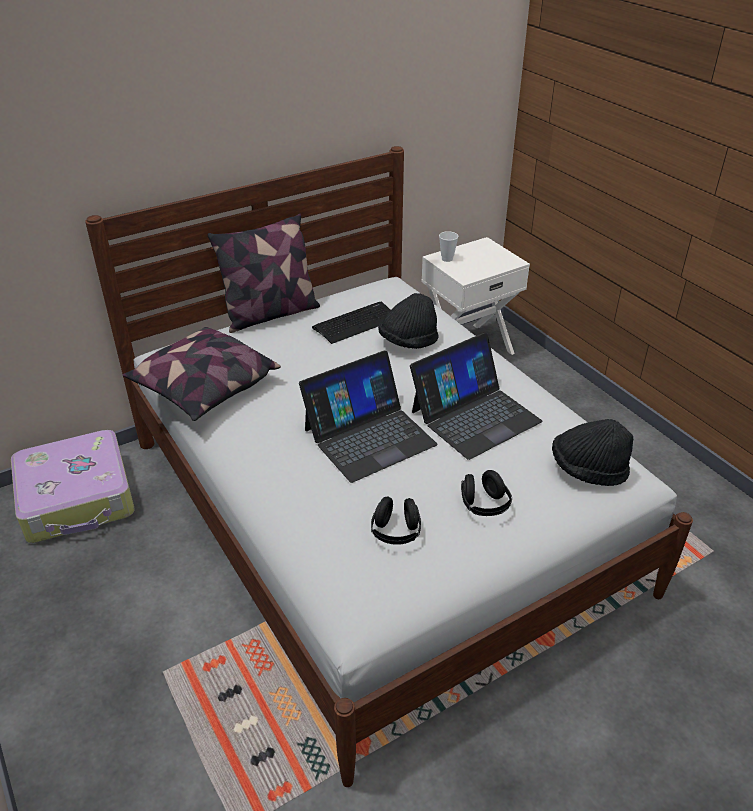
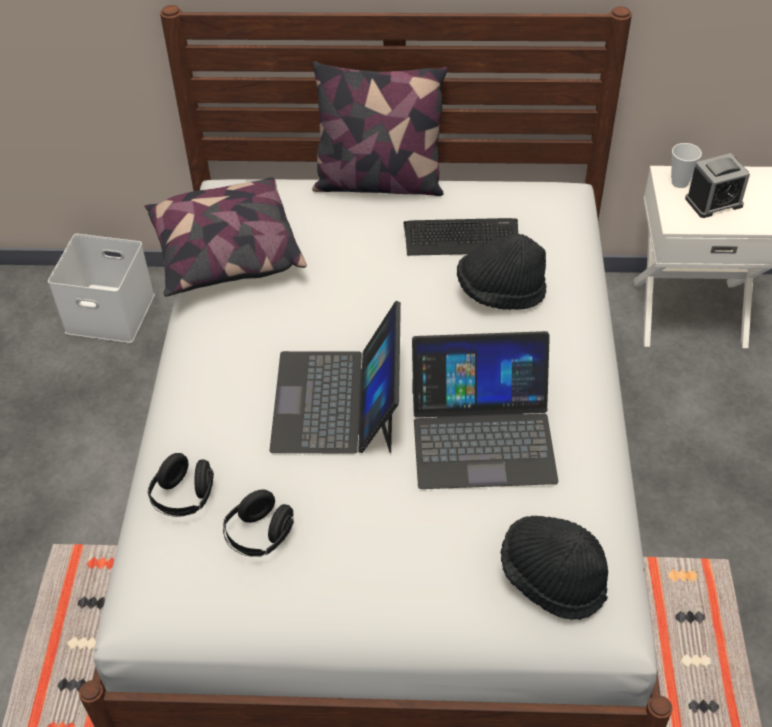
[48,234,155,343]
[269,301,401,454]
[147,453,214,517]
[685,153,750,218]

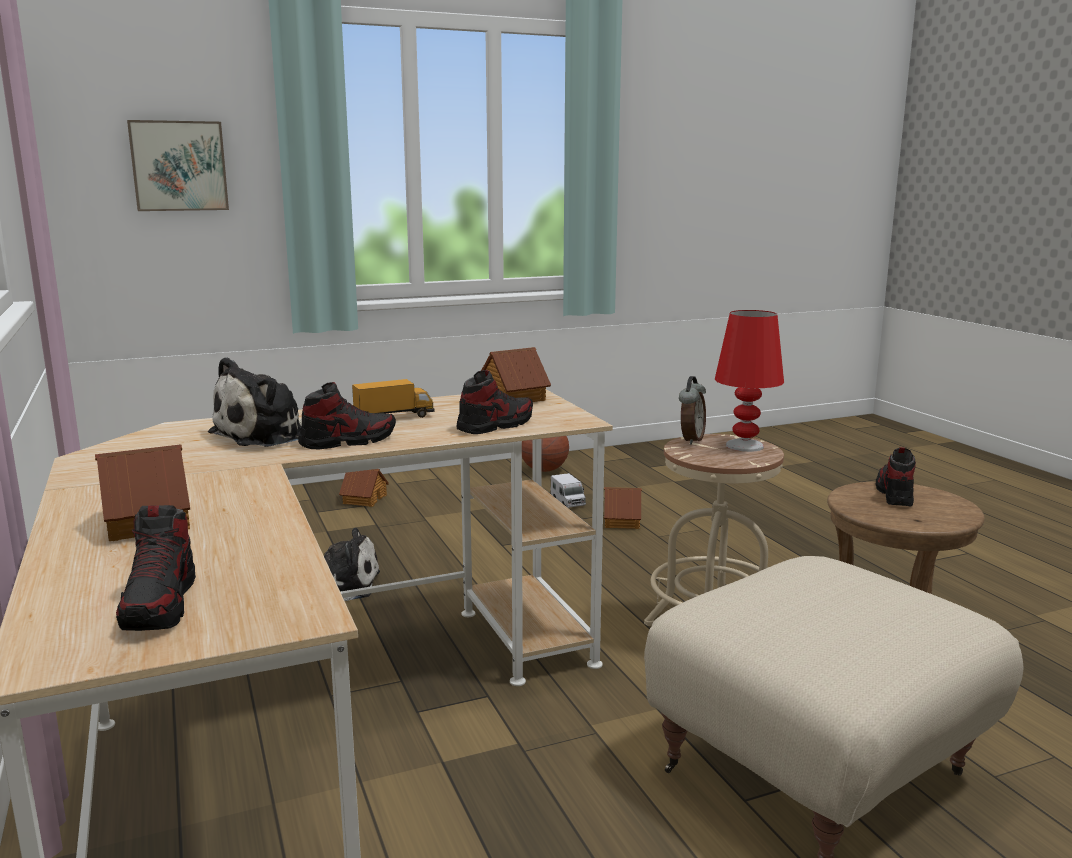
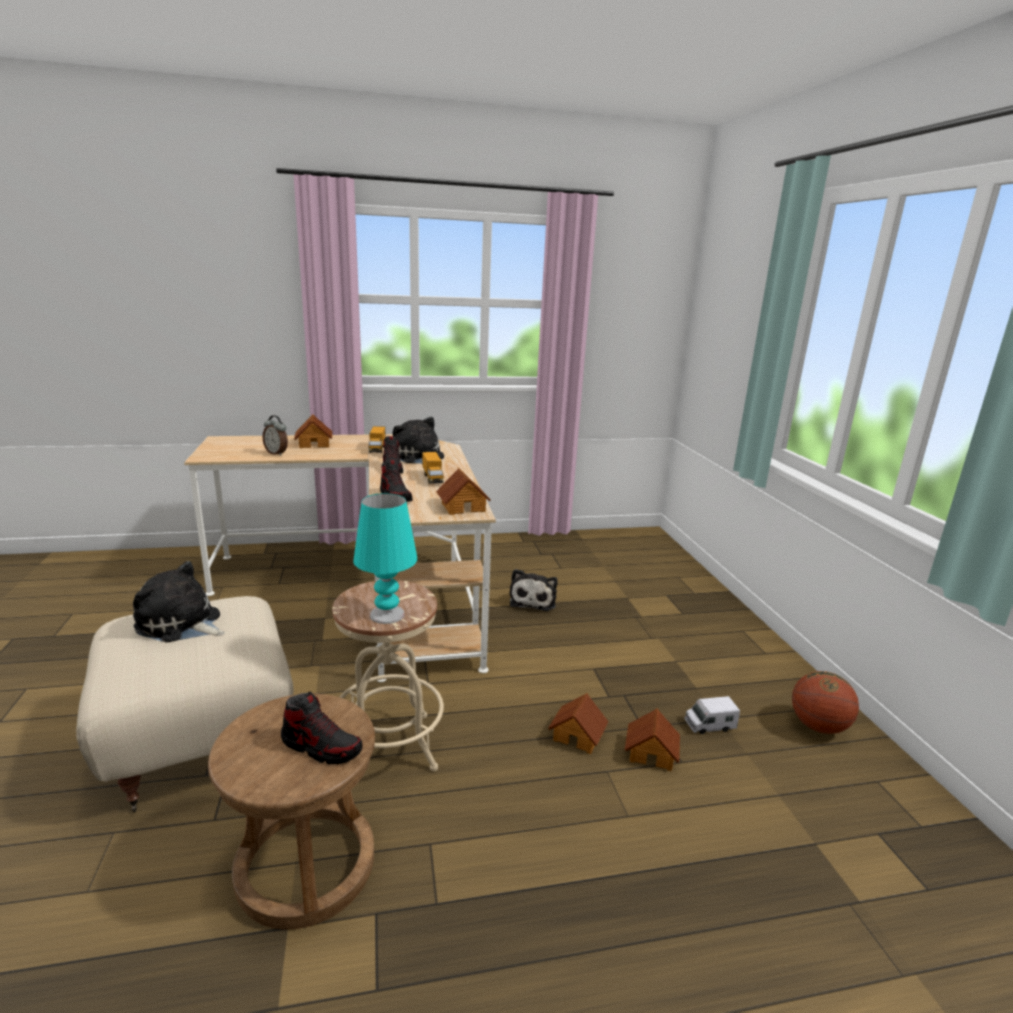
[116,505,196,631] (first image)
[127,120,229,211] (first image)
[548,693,609,754]
[263,415,288,456]
[353,493,417,624]
[133,561,225,642]
[369,426,385,453]

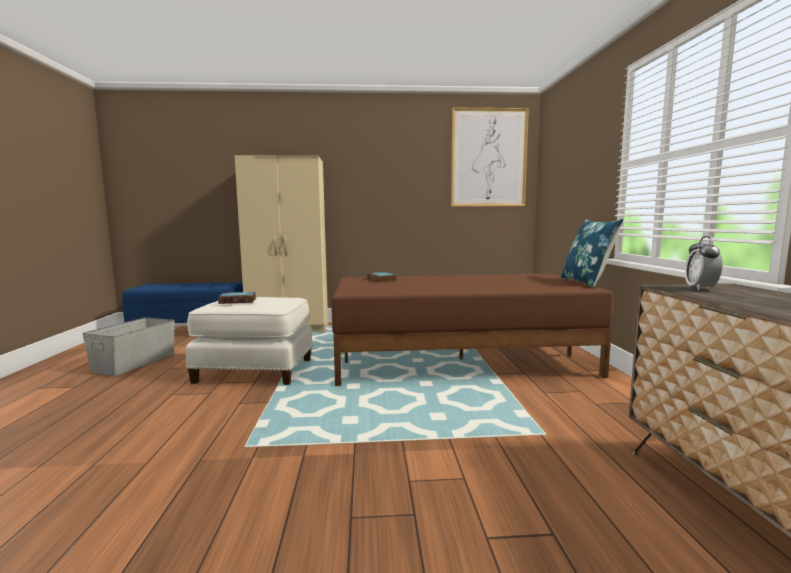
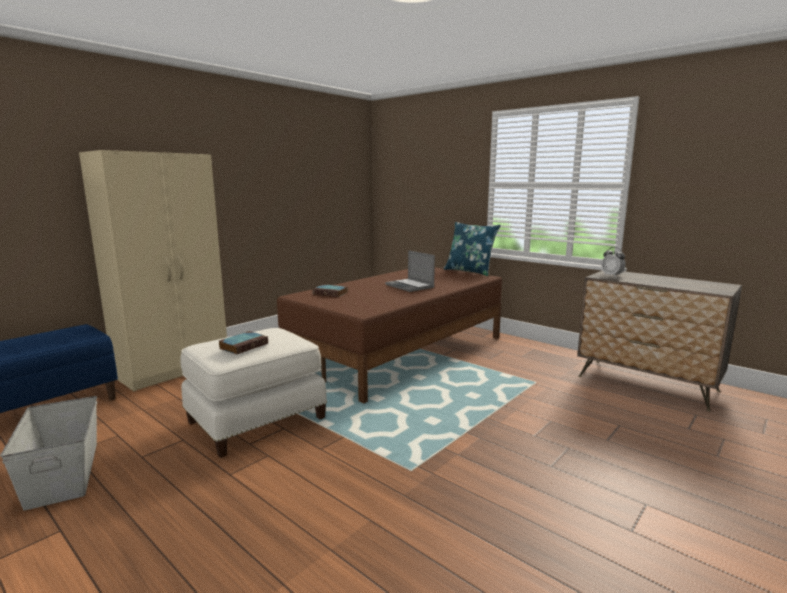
[451,107,529,207] (first image)
[385,250,435,292]

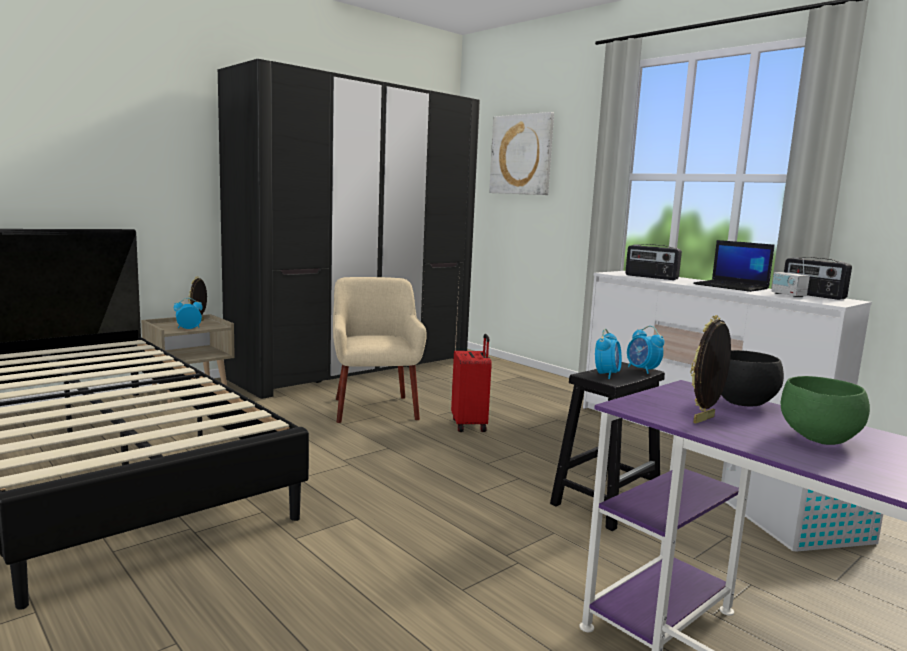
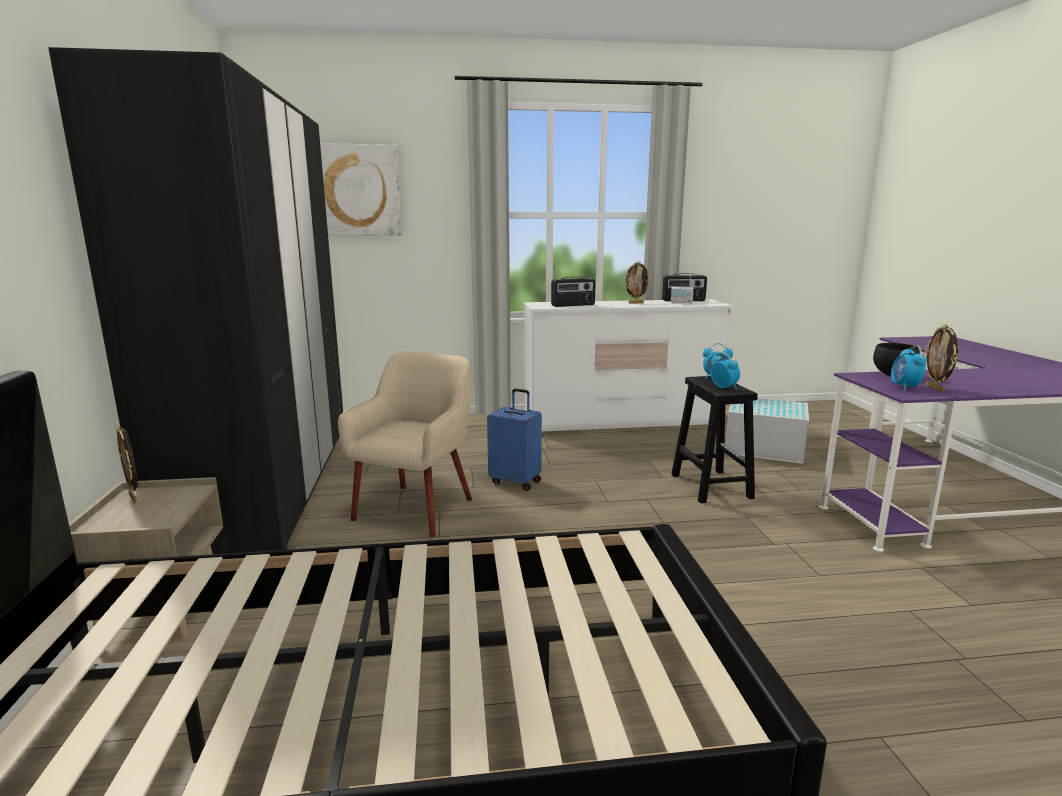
[891,345,927,391]
[338,352,472,538]
[487,388,542,491]
[624,261,651,304]
[781,376,870,445] (first image)

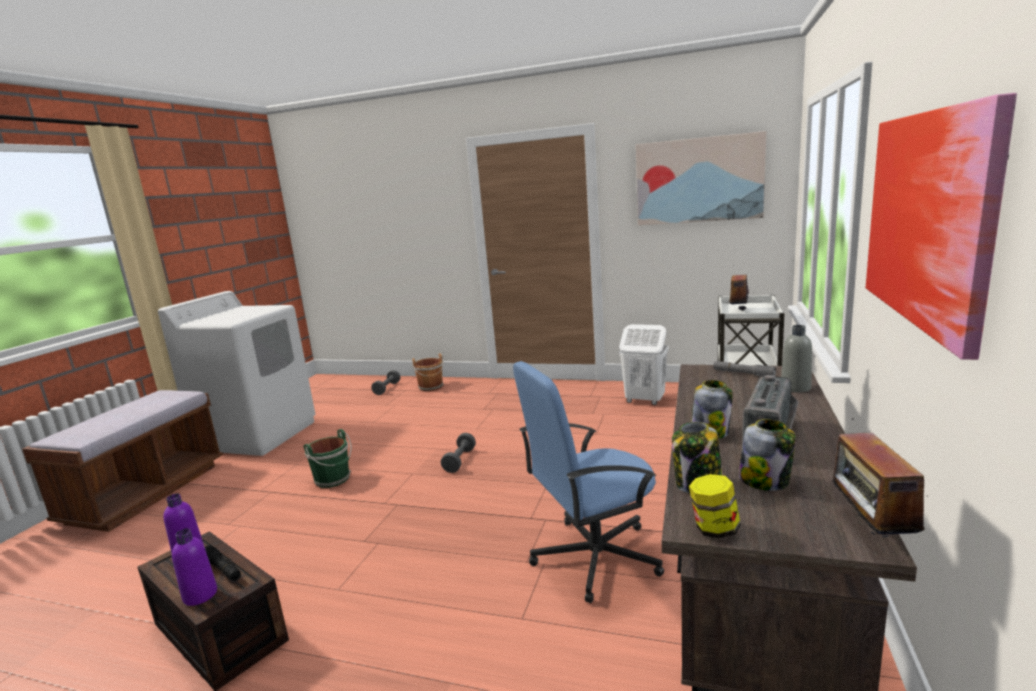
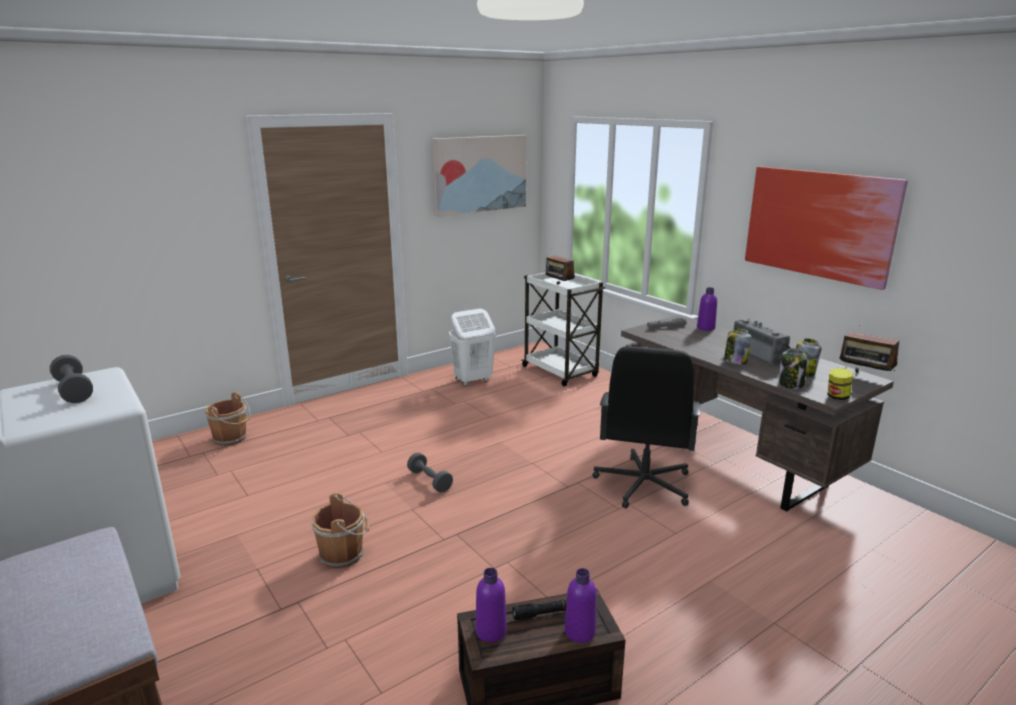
[311,493,370,569]
[50,355,93,403]
[592,346,700,509]
[697,287,717,331]

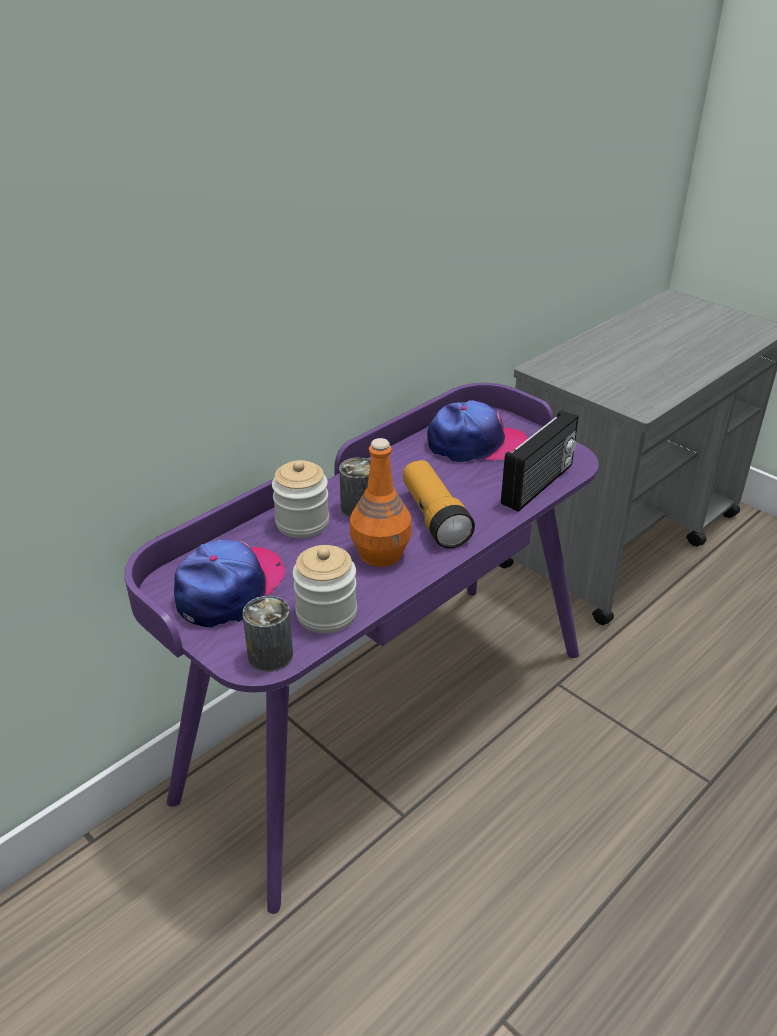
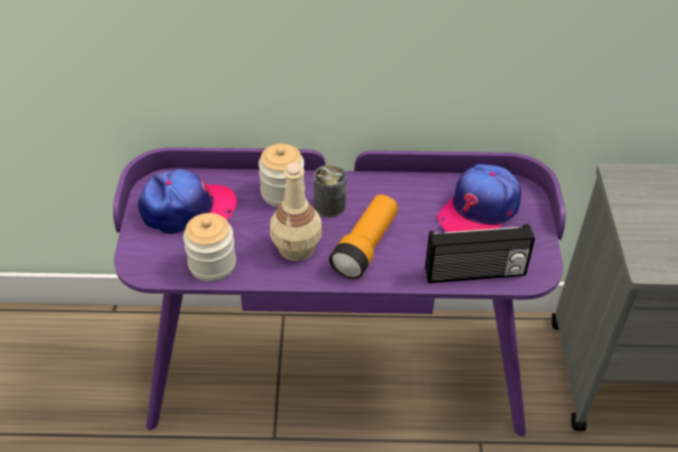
[242,596,293,672] (first image)
[270,163,322,261]
[438,164,521,232]

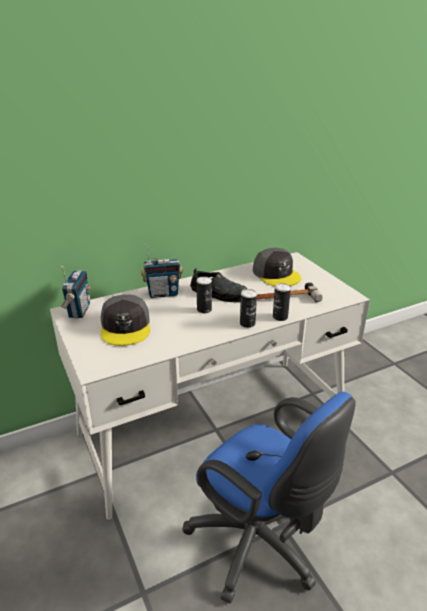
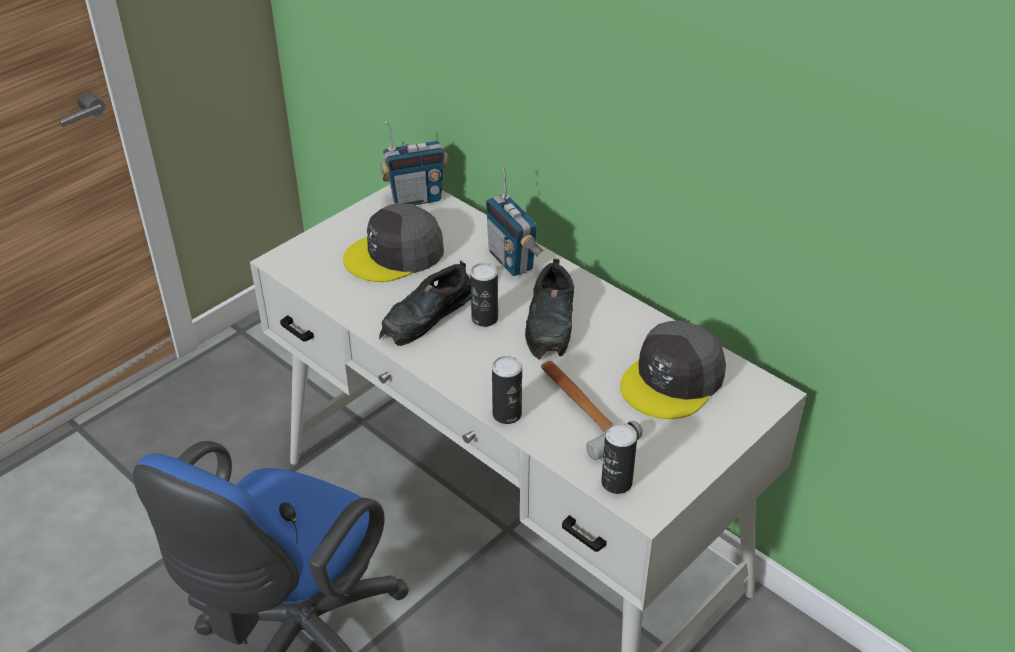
[601,423,637,494]
[379,260,471,346]

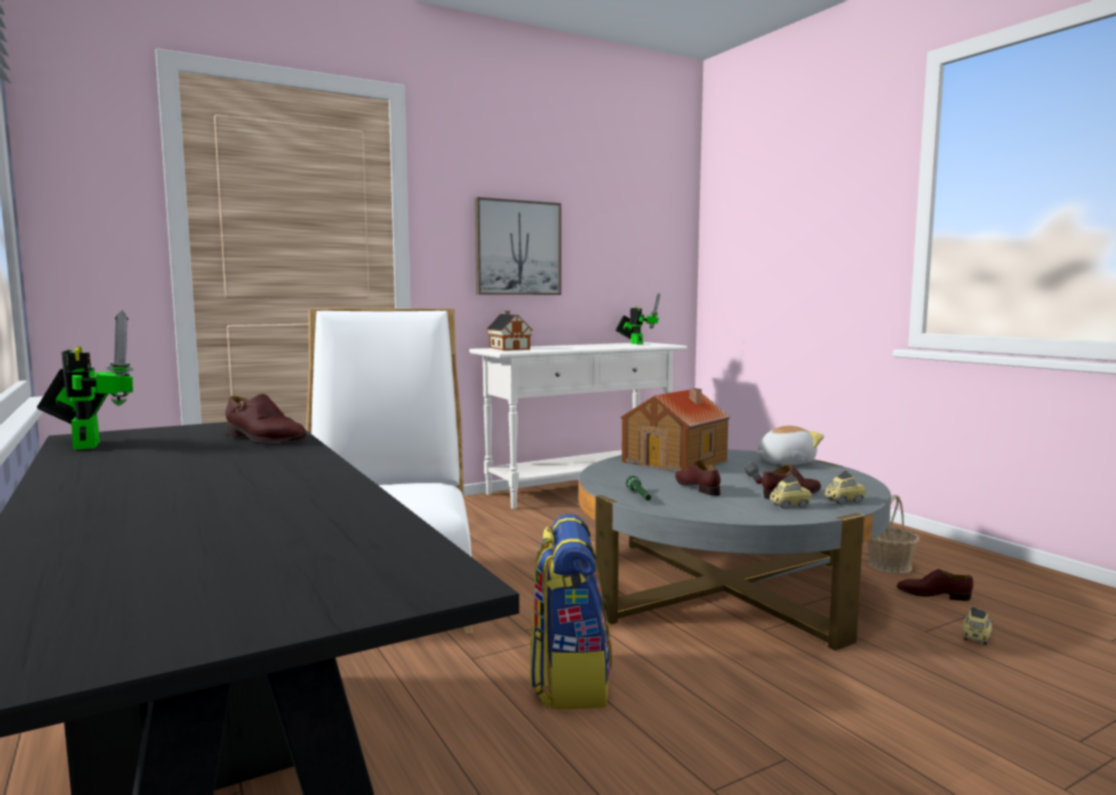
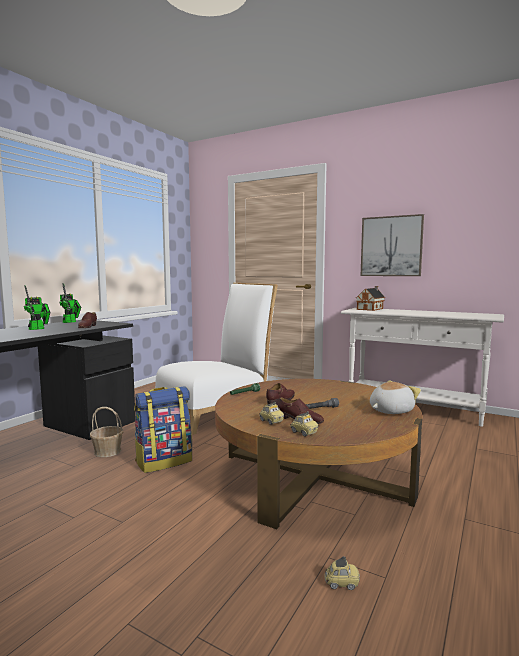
[215,379,422,529]
[24,285,50,330]
[621,388,731,472] (first image)
[370,380,421,414]
[90,407,123,457]
[897,569,973,601] (first image)

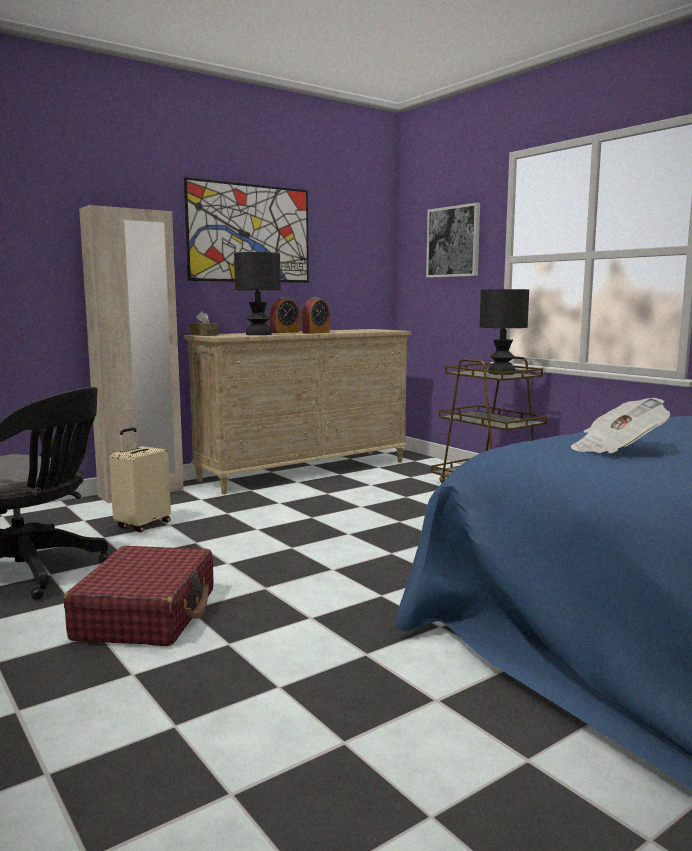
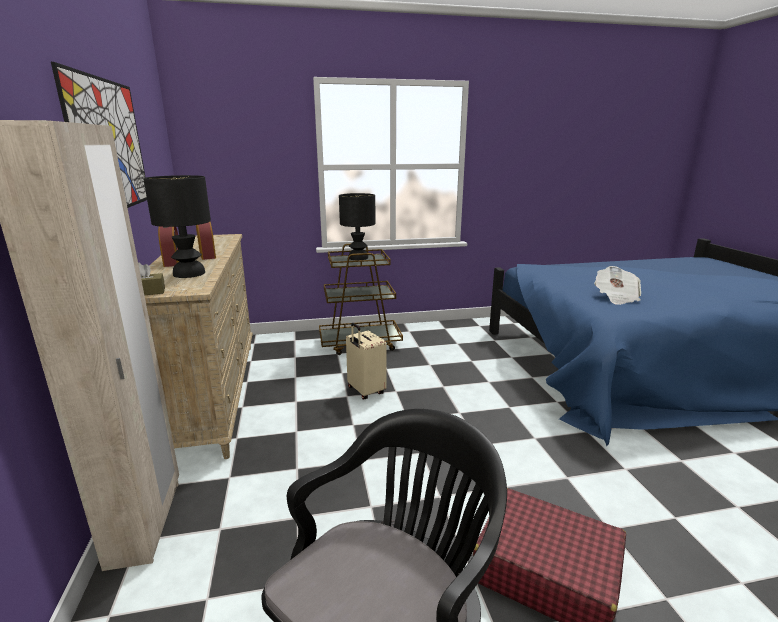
[346,323,386,399]
[426,203,480,278] (first image)

